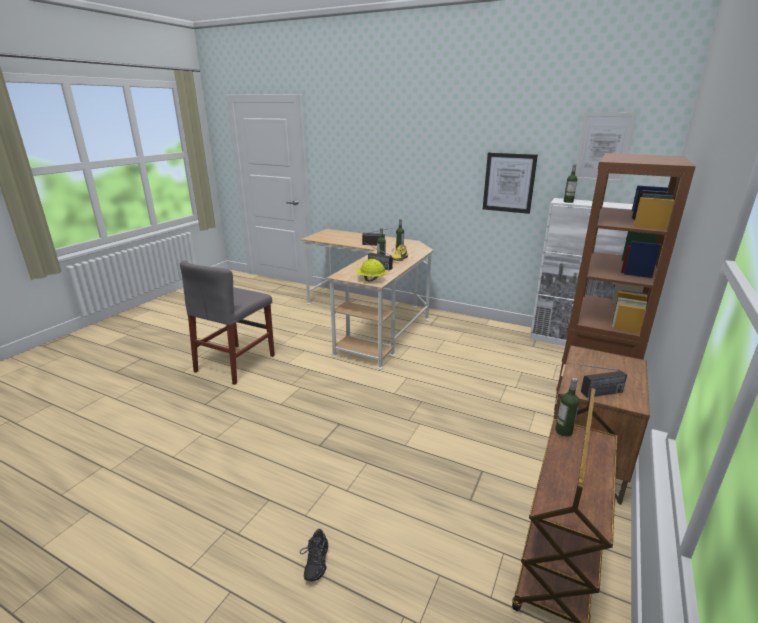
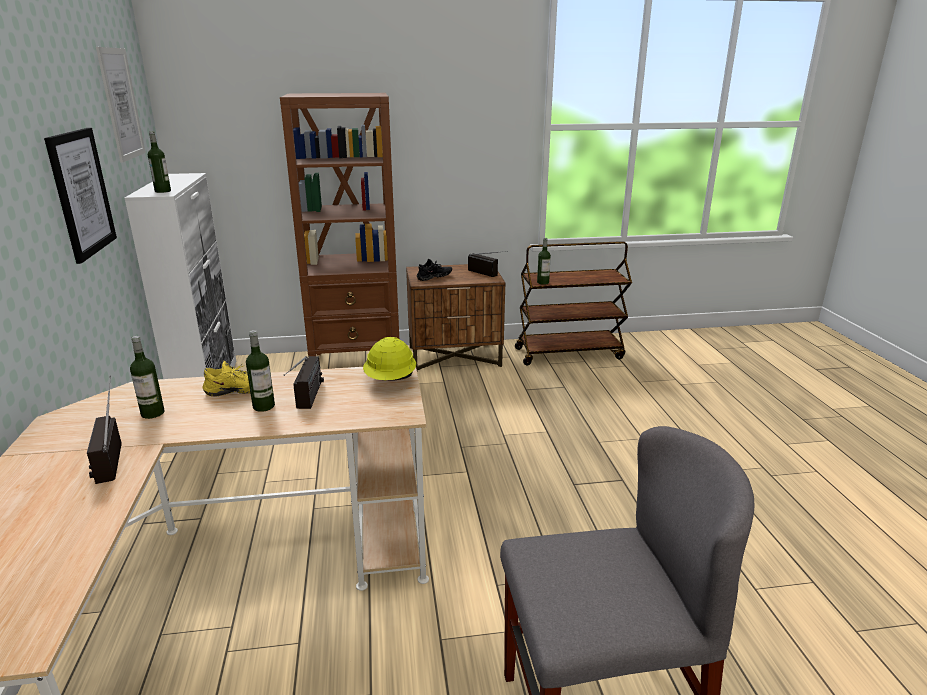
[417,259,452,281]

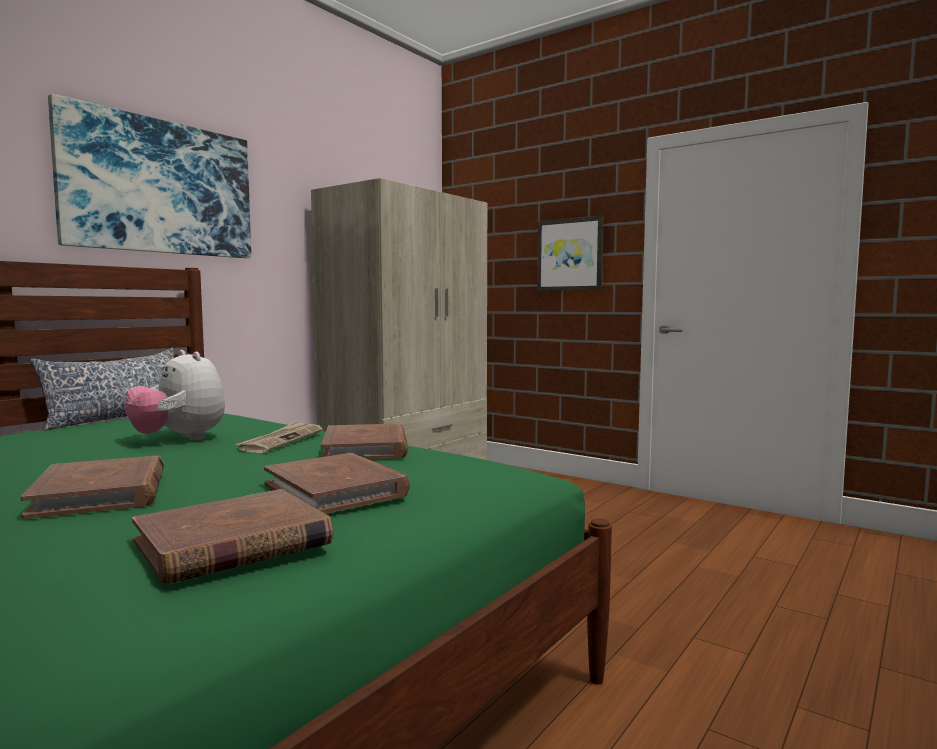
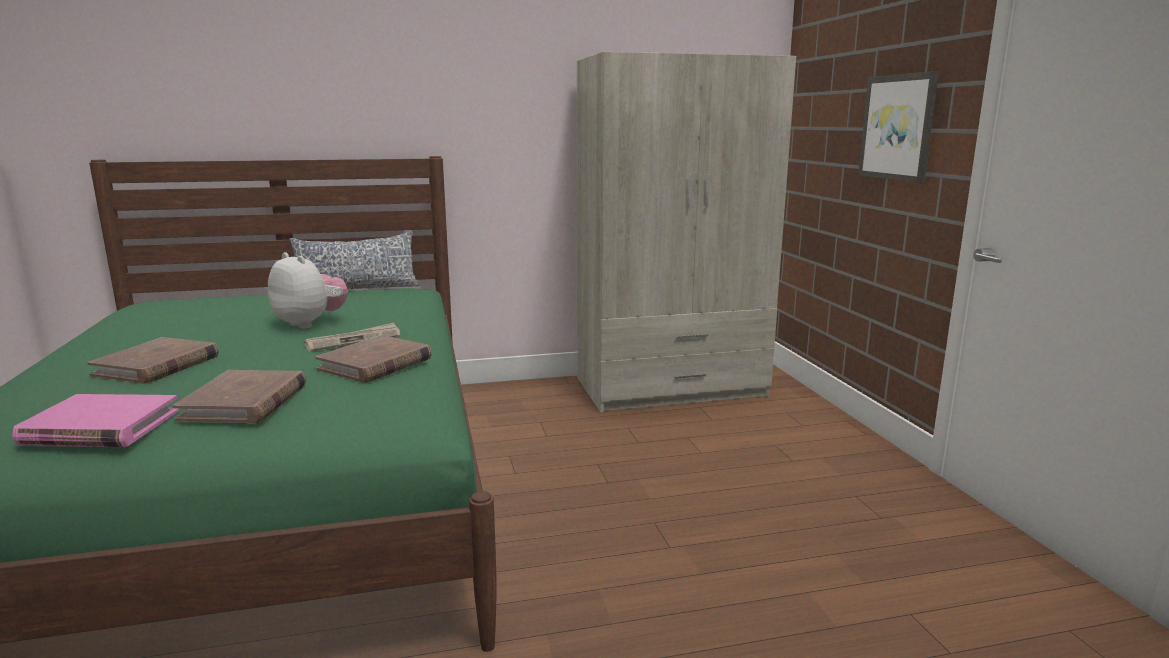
[48,94,251,258] (first image)
[268,252,348,329]
[12,394,179,447]

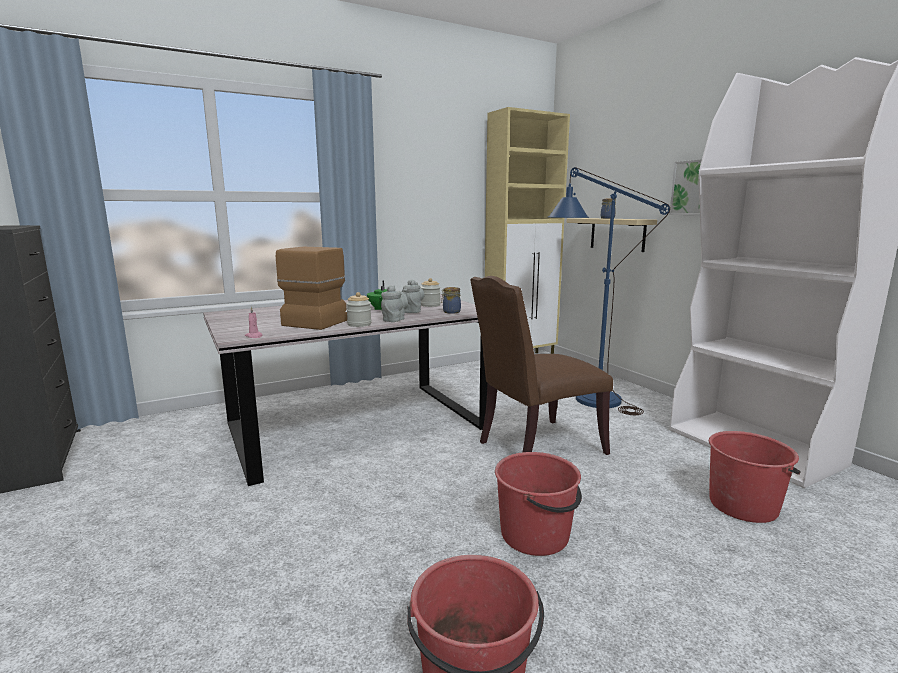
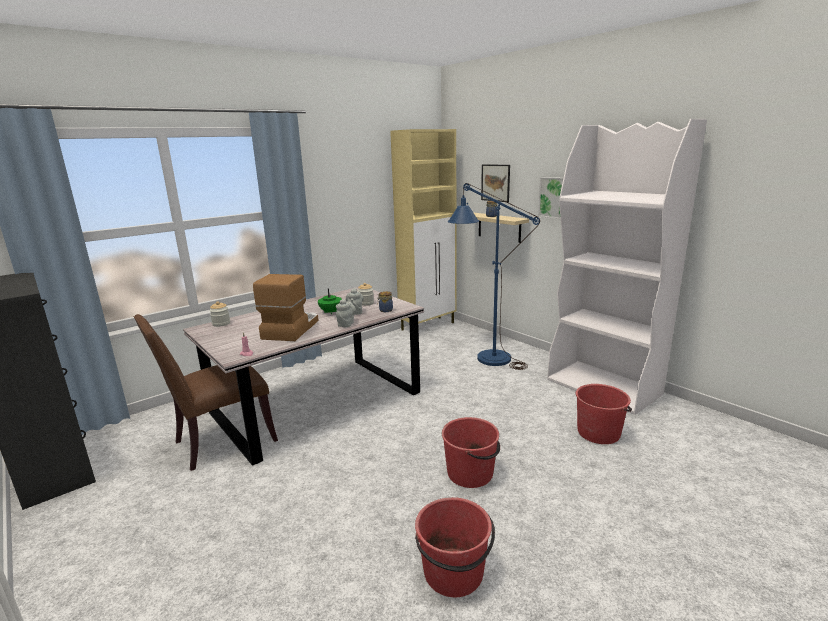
[209,301,230,327]
[133,314,278,471]
[481,164,510,202]

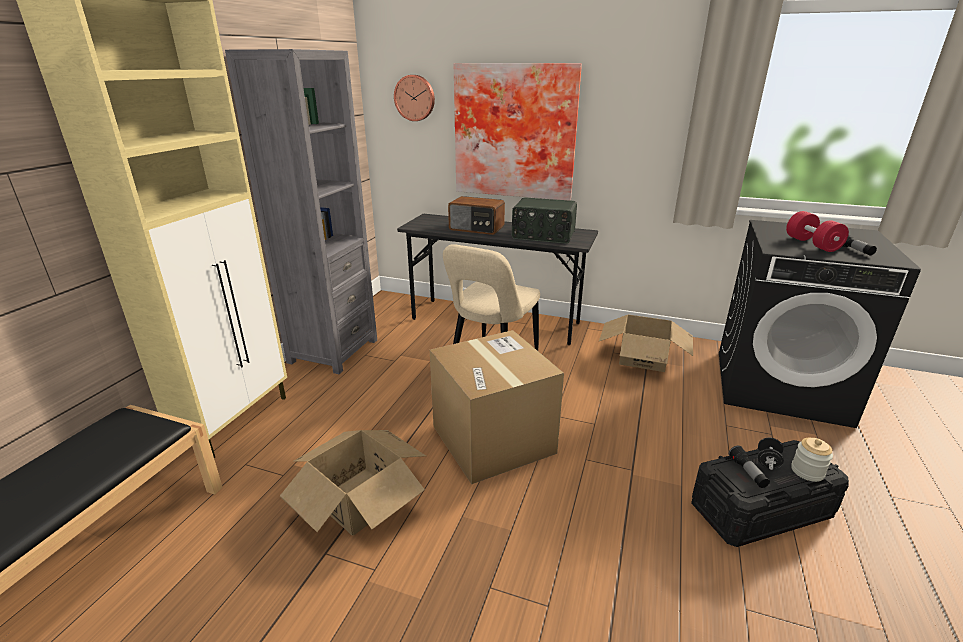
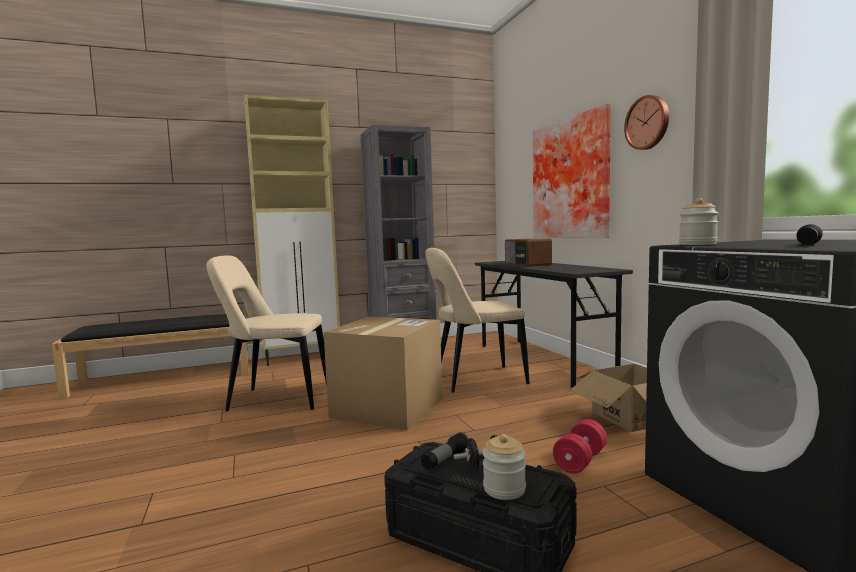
[206,256,327,412]
[624,95,669,150]
[512,197,577,244] (first image)
[553,419,607,474]
[679,198,718,245]

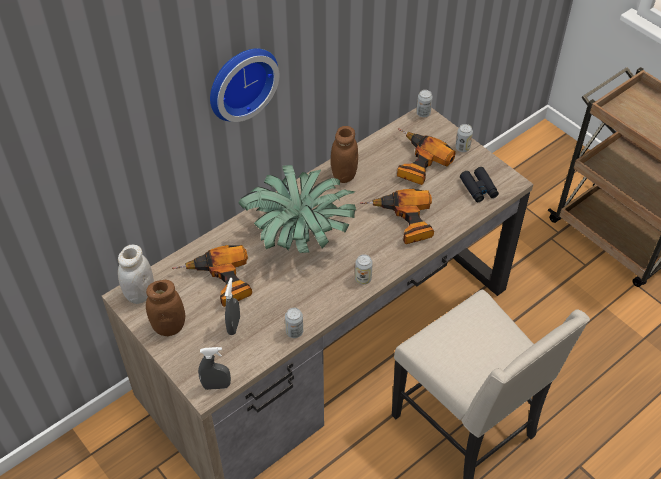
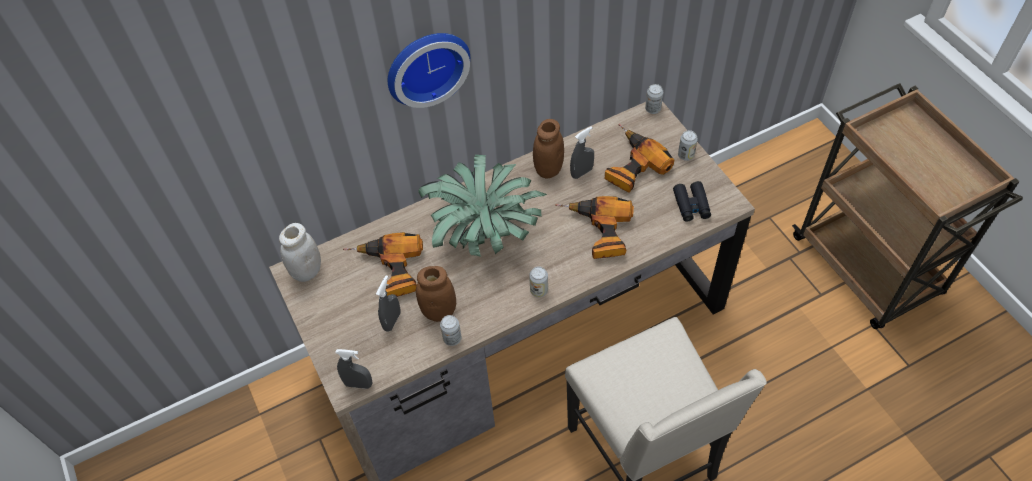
[416,266,456,322]
[570,126,594,179]

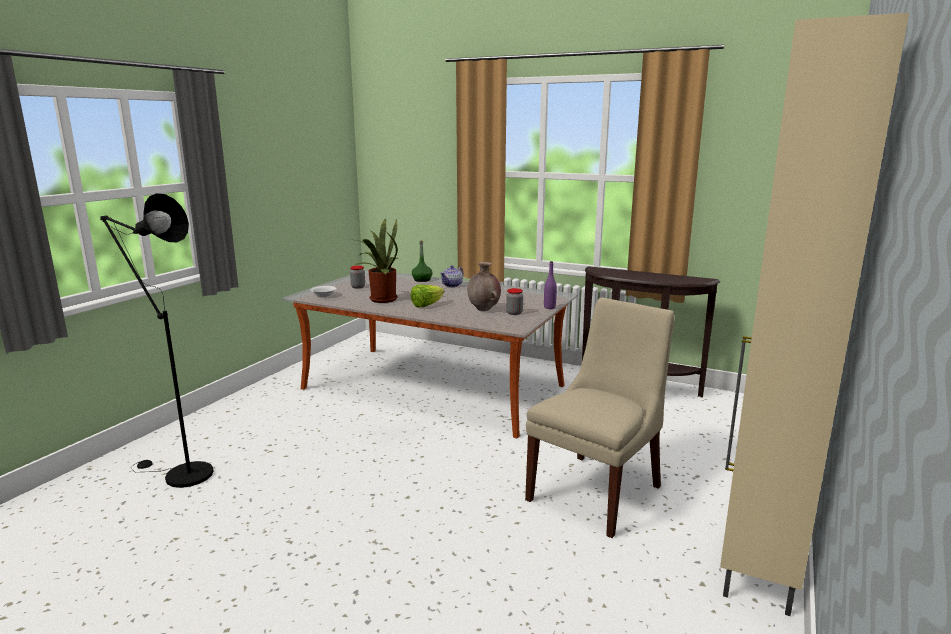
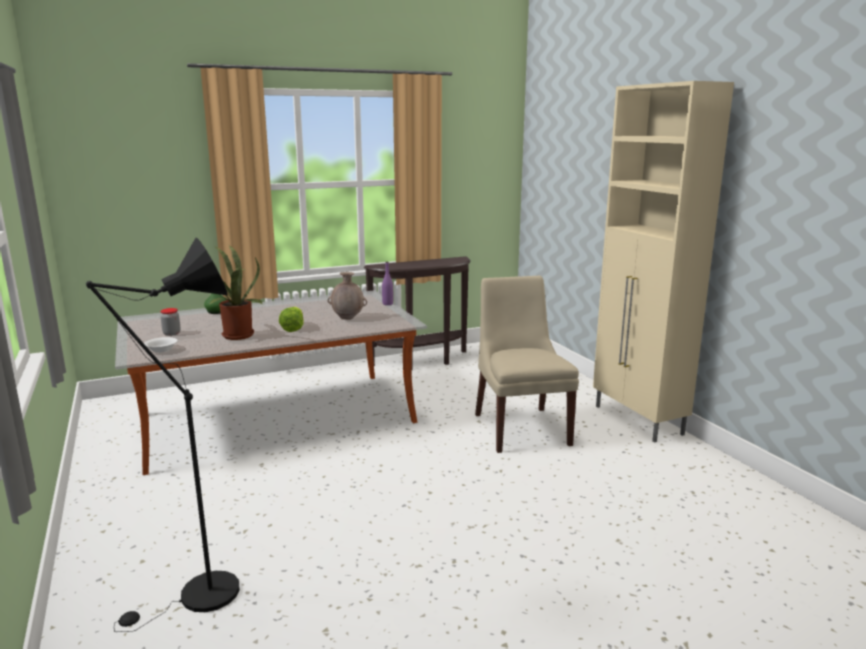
[440,265,464,287] (first image)
[506,288,523,315] (first image)

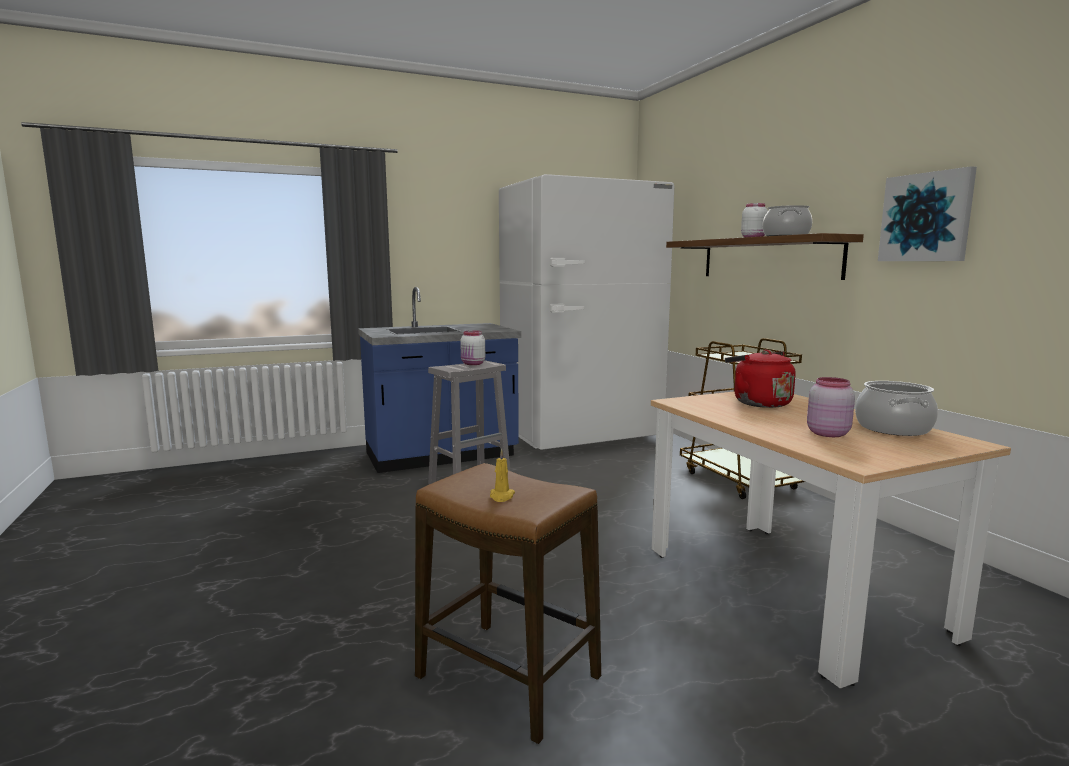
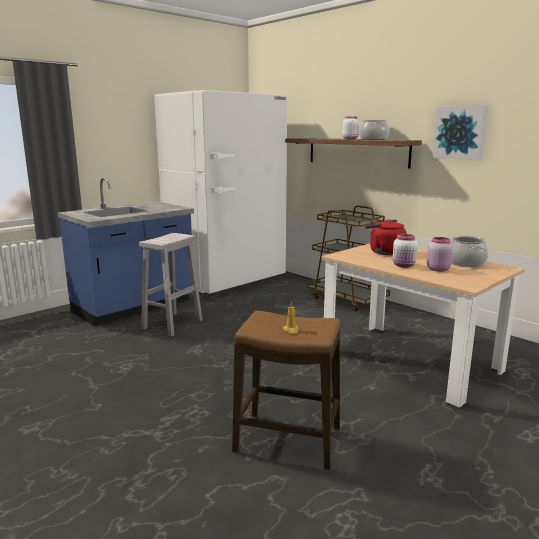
[393,234,418,268]

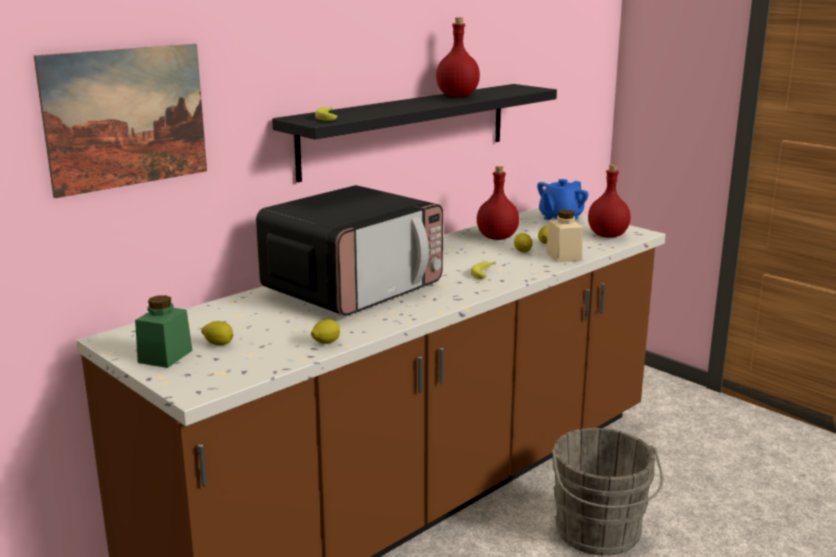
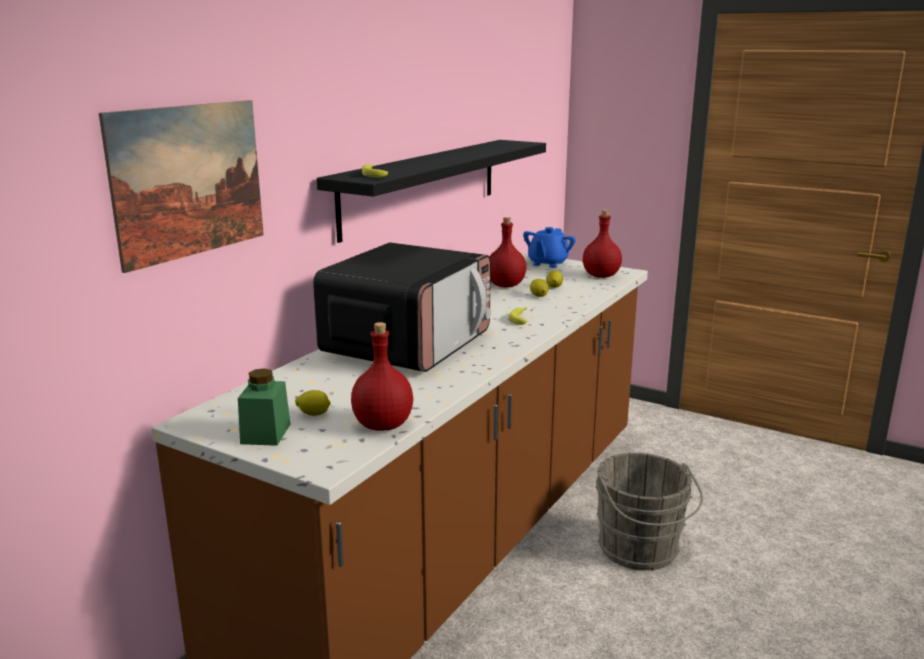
[311,319,340,344] (first image)
[351,322,413,431]
[546,210,583,262] (first image)

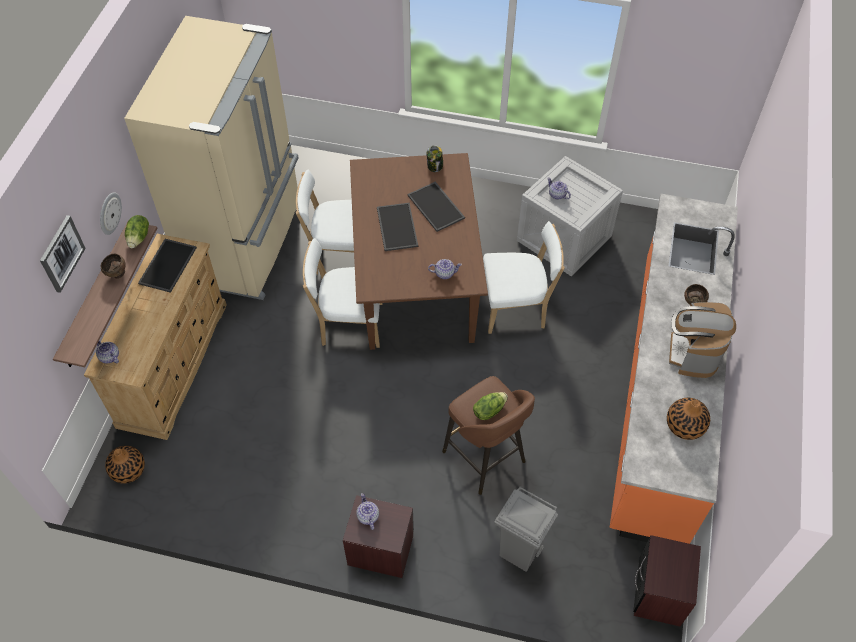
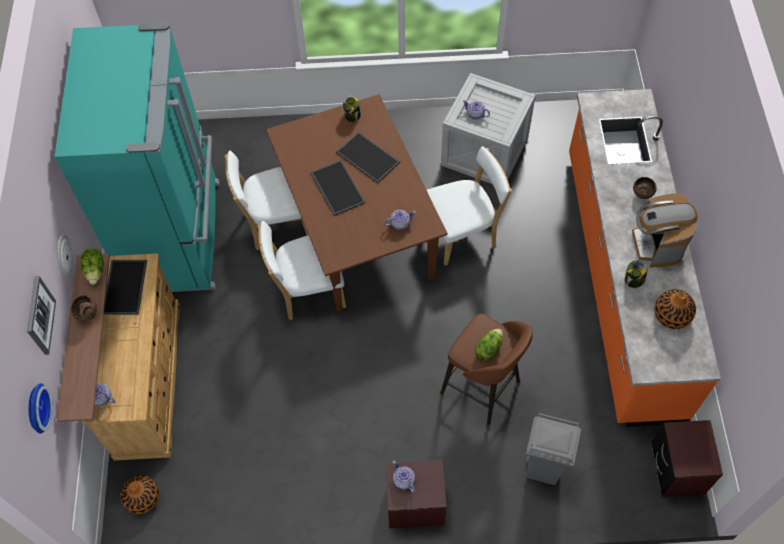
[55,22,220,292]
[28,383,53,434]
[625,260,648,288]

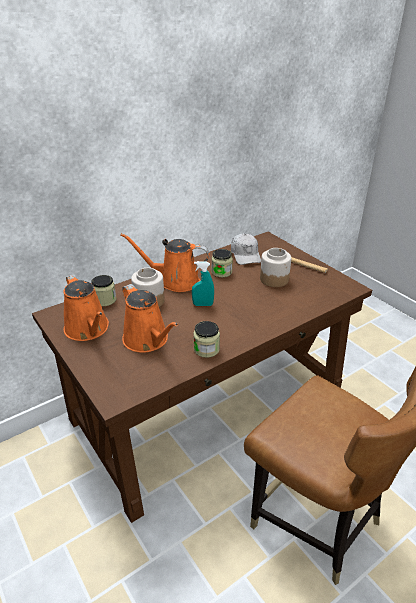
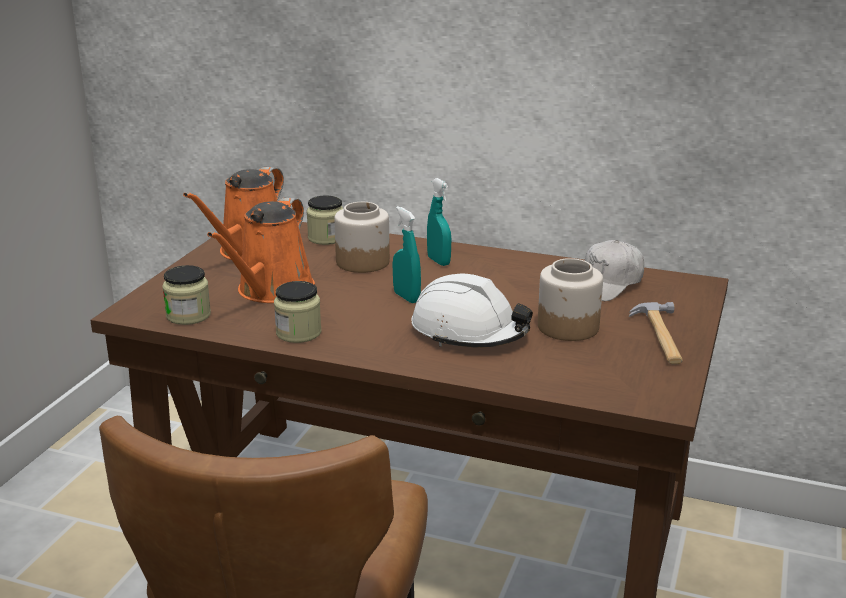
[427,178,451,266]
[162,265,211,325]
[411,274,533,348]

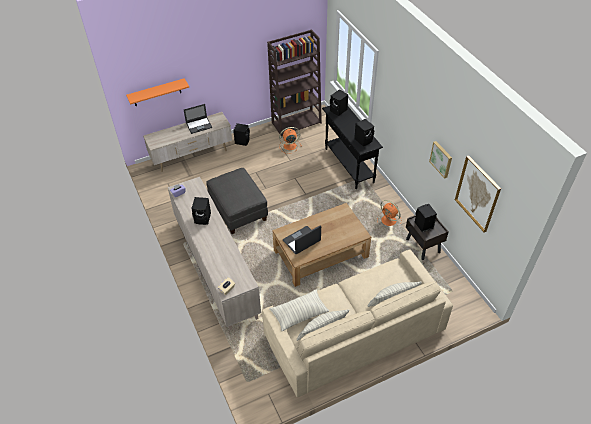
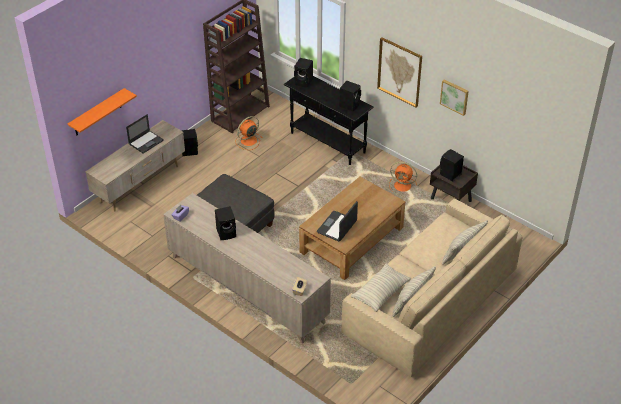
[377,37,422,107]

